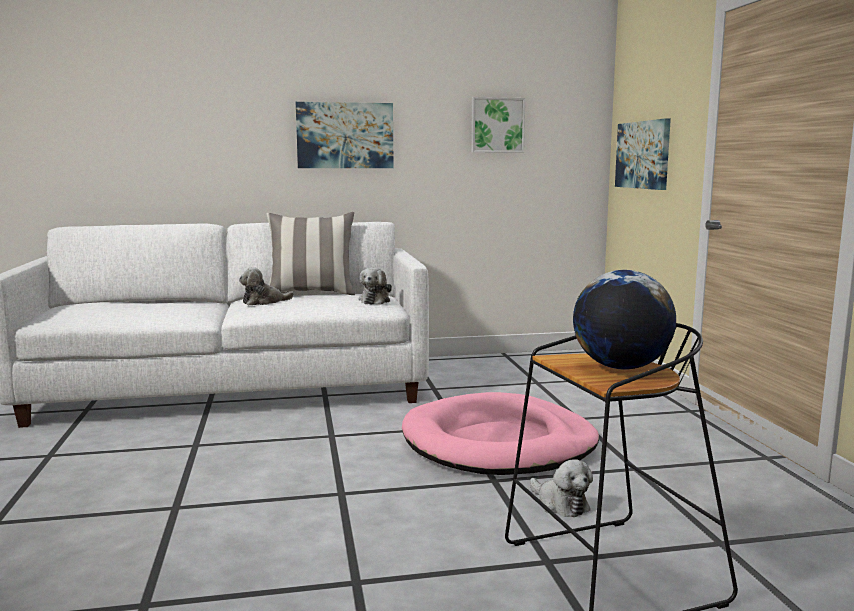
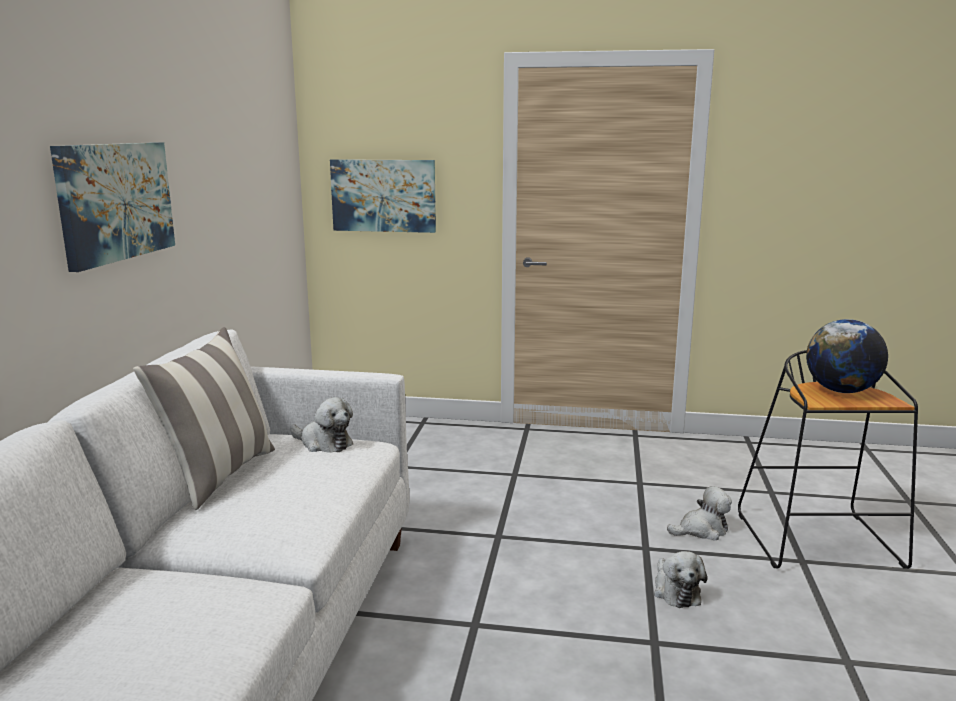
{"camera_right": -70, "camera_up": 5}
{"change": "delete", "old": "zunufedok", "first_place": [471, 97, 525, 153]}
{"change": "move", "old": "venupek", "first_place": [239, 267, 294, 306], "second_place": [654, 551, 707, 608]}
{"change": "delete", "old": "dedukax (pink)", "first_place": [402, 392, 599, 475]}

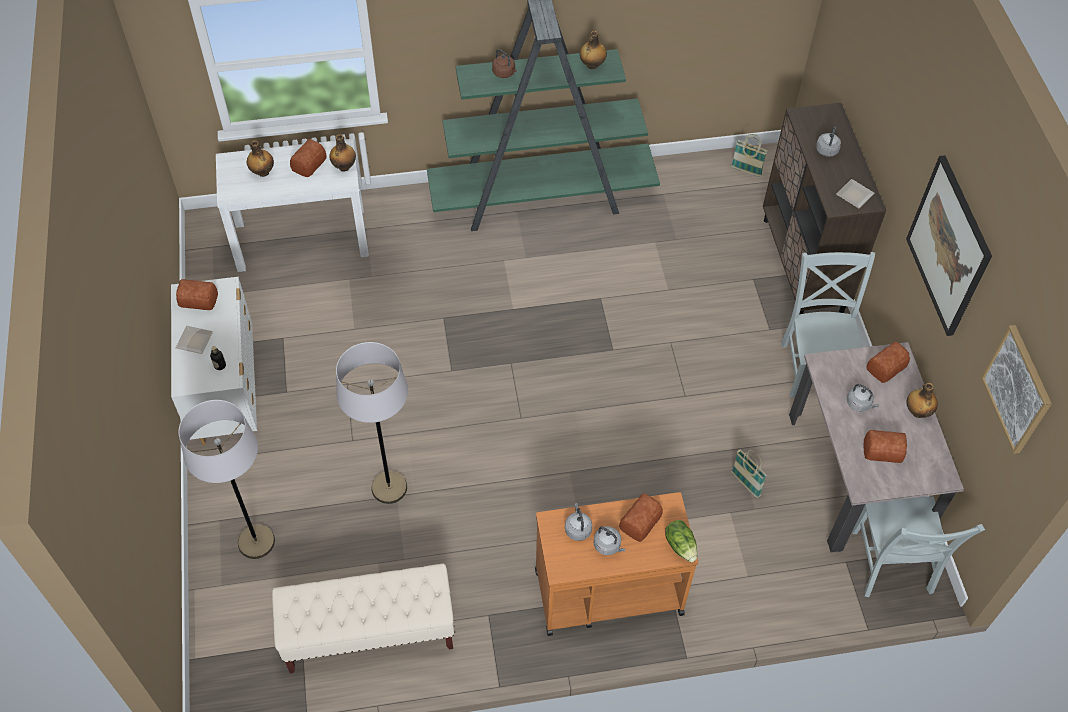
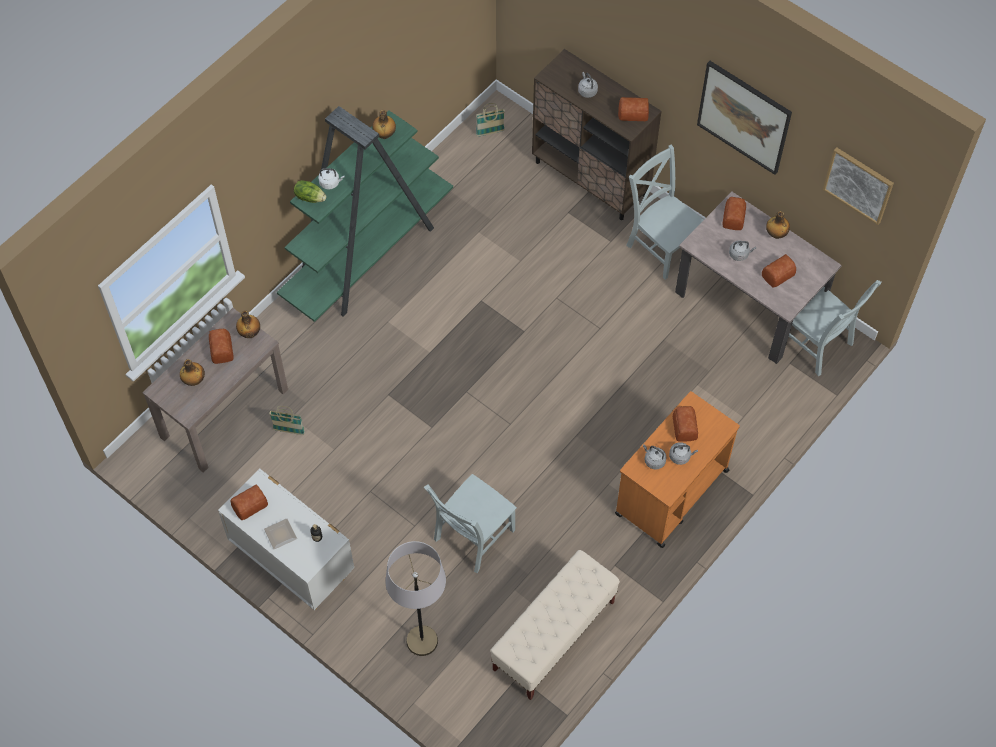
{"camera_right": -40, "camera_up": 5}
{"change": "recolor", "old": "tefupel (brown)", "new": "tefupel (white)", "first_place": [492, 49, 517, 78], "second_place": [318, 168, 345, 189]}
{"change": "recolor", "old": "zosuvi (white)", "new": "zosuvi (brown)", "first_place": [216, 139, 369, 272], "second_place": [142, 308, 288, 473]}
{"change": "replace", "old": "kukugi", "new": "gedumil", "first_place": [836, 179, 875, 209], "second_place": [618, 97, 649, 121]}
{"change": "replace", "old": "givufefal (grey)", "new": "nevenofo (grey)", "first_place": [336, 342, 408, 504], "second_place": [424, 474, 517, 573]}
{"change": "move", "old": "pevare", "first_place": [731, 449, 767, 498], "second_place": [269, 406, 305, 435]}
{"change": "move", "old": "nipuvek", "first_place": [665, 520, 697, 562], "second_place": [294, 180, 326, 203]}

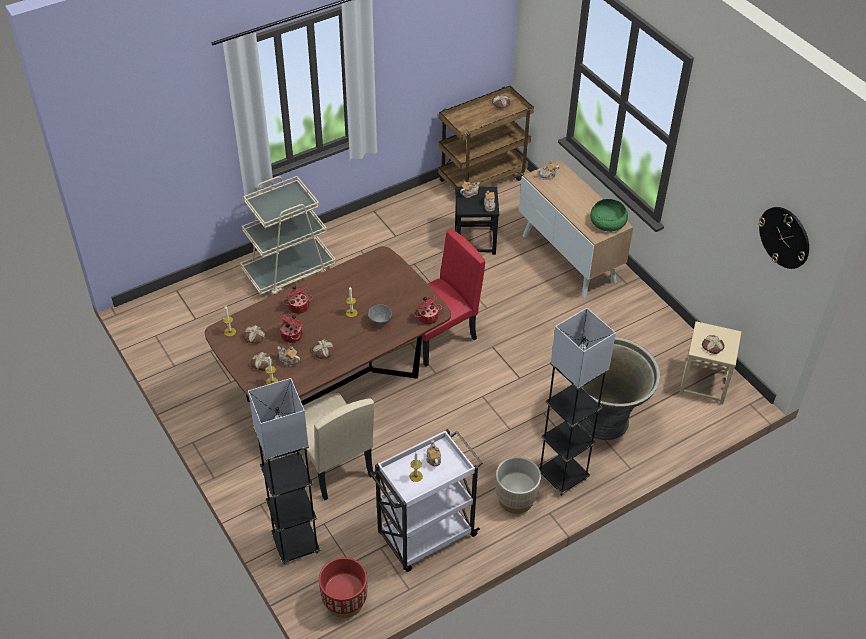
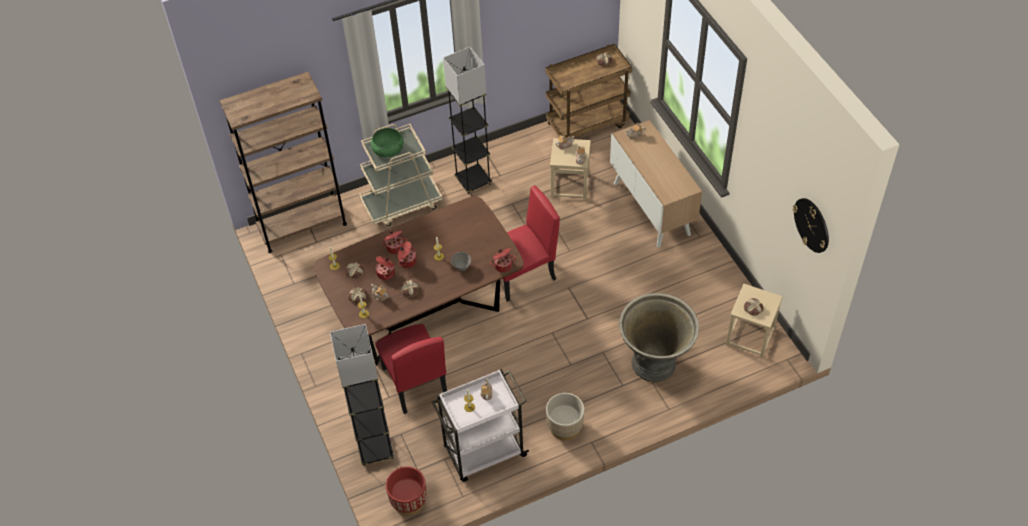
{"camera_right": 10, "camera_up": 5}
{"change": "recolor", "old": "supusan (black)", "new": "supusan (beige)", "first_place": [455, 187, 499, 255], "second_place": [550, 138, 591, 200]}
{"change": "move", "old": "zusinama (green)", "first_place": [590, 199, 628, 232], "second_place": [371, 128, 404, 158]}
{"change": "move", "old": "givufefal (grey)", "first_place": [538, 308, 616, 496], "second_place": [443, 47, 492, 194]}
{"change": "recolor", "old": "nevenofo (beige)", "new": "nevenofo (red)", "first_place": [293, 393, 374, 500], "second_place": [375, 324, 447, 414]}
{"change": "insert", "new": "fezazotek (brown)", "second_place": [219, 72, 347, 253]}
{"change": "insert", "new": "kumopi", "second_place": [398, 242, 417, 268]}

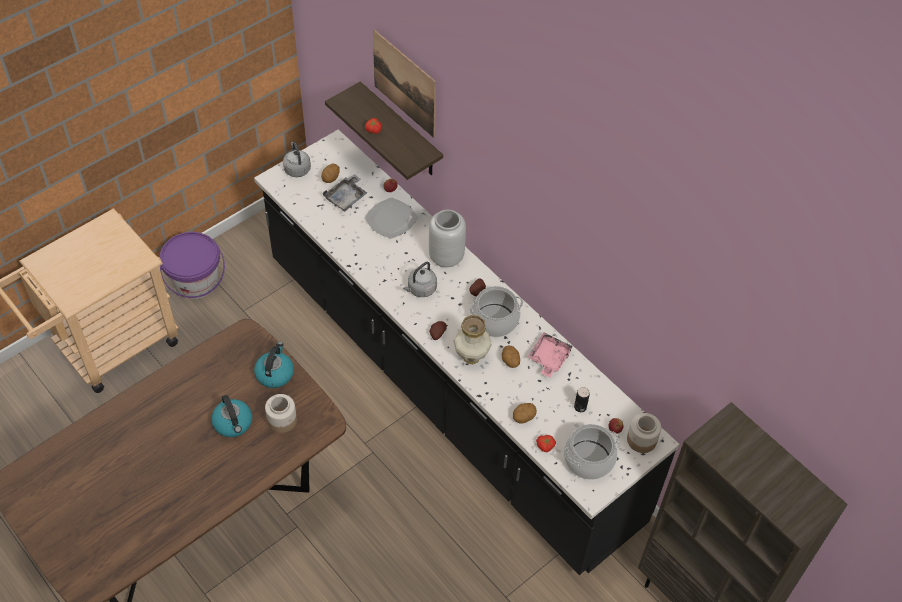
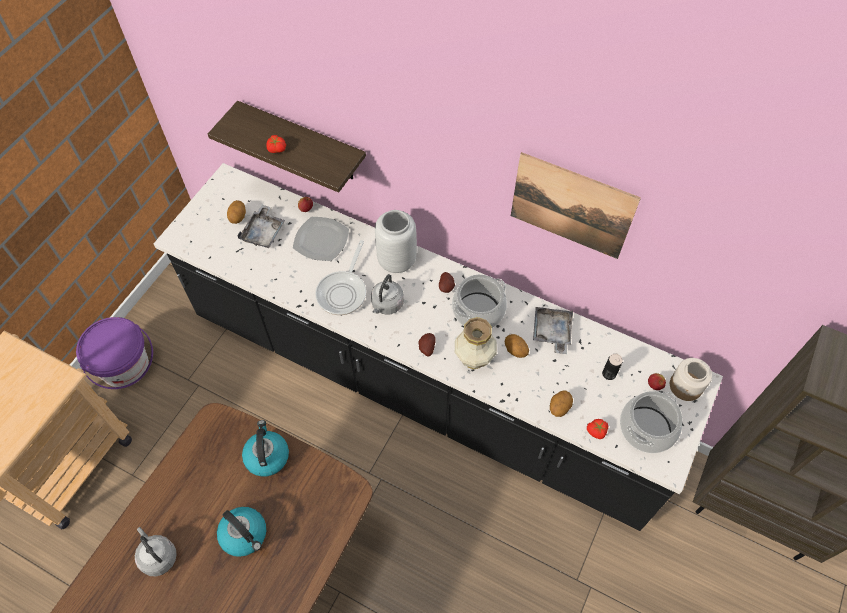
{"camera_right": -20, "camera_up": 5}
{"change": "move", "old": "zunufedok", "first_place": [373, 29, 436, 138], "second_place": [511, 152, 641, 259]}
{"change": "move", "old": "tefupel (grey)", "first_place": [283, 142, 311, 177], "second_place": [135, 527, 177, 576]}
{"change": "recolor", "old": "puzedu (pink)", "new": "puzedu (grey)", "first_place": [527, 333, 573, 377], "second_place": [533, 307, 573, 354]}
{"change": "delete", "old": "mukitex", "first_place": [265, 394, 297, 433]}
{"change": "insert", "new": "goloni", "second_place": [315, 240, 366, 315]}

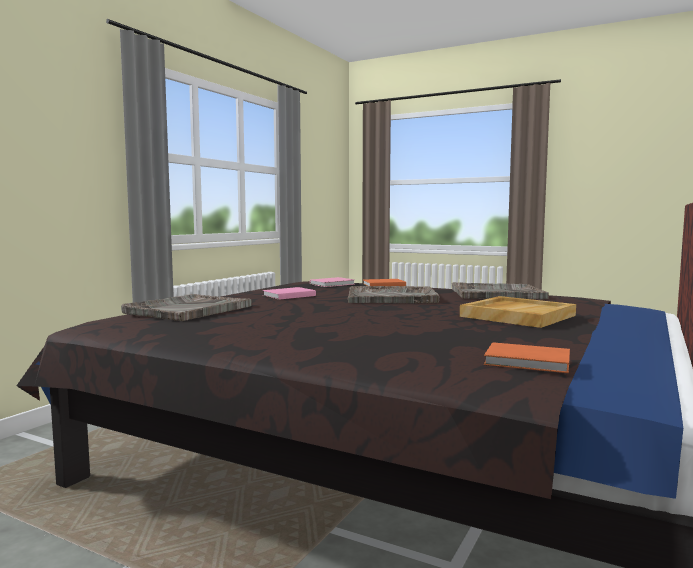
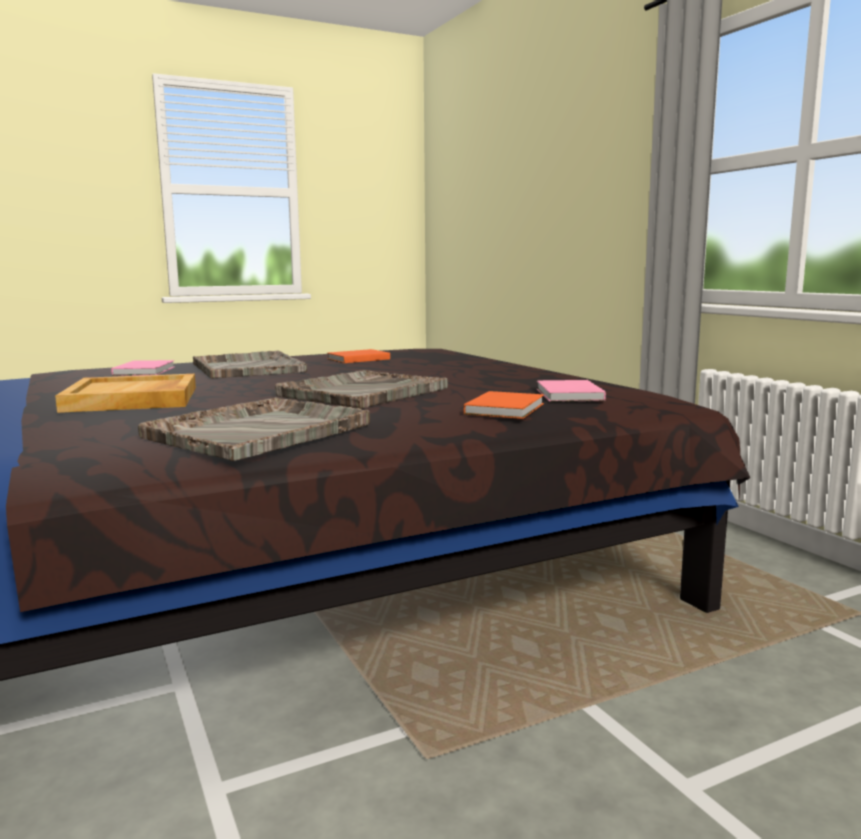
{"camera_right": 125, "camera_up": 5}
{"change": "move", "old": "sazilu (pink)", "first_place": [263, 287, 316, 300], "second_place": [111, 360, 175, 376]}
{"change": "move", "old": "puzedu (grey)", "first_place": [121, 294, 252, 321], "second_place": [193, 350, 307, 379]}
{"change": "move", "old": "sazilu (orange)", "first_place": [484, 342, 570, 373], "second_place": [327, 349, 390, 363]}

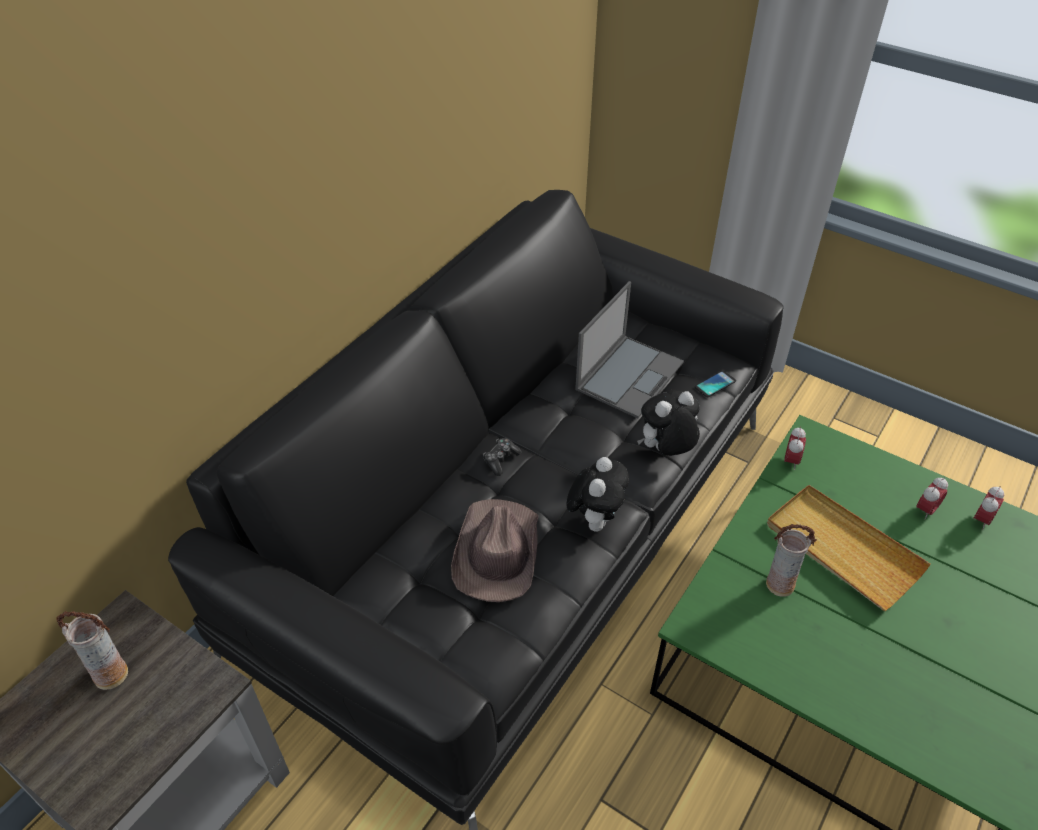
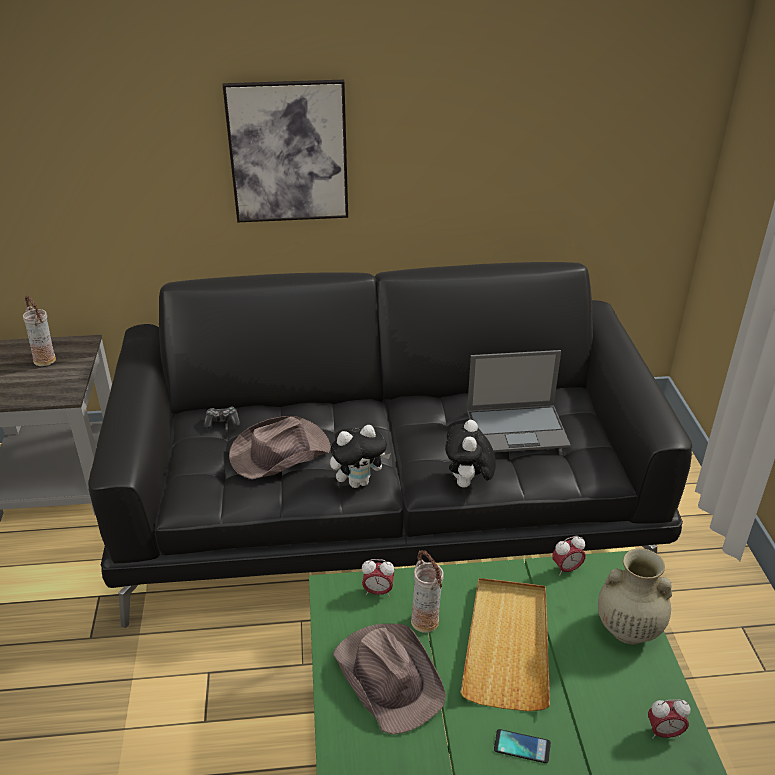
{"camera_right": 50, "camera_up": -10}
{"change": "move", "old": "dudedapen", "first_place": [695, 371, 736, 397], "second_place": [494, 729, 551, 763]}
{"change": "rotate", "old": "venupek", "first_place": [637, 389, 700, 456], "second_place": [445, 420, 496, 488], "degrees": -105}
{"change": "move", "old": "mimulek", "first_place": [483, 438, 522, 476], "second_place": [204, 407, 240, 429]}
{"change": "move", "old": "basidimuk", "first_place": [916, 477, 948, 520], "second_place": [362, 559, 394, 596]}
{"change": "insert", "new": "zunufedok", "second_place": [223, 80, 348, 223]}
{"change": "insert", "new": "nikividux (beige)", "second_place": [598, 548, 672, 645]}
{"change": "insert", "new": "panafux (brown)", "second_place": [333, 624, 446, 735]}

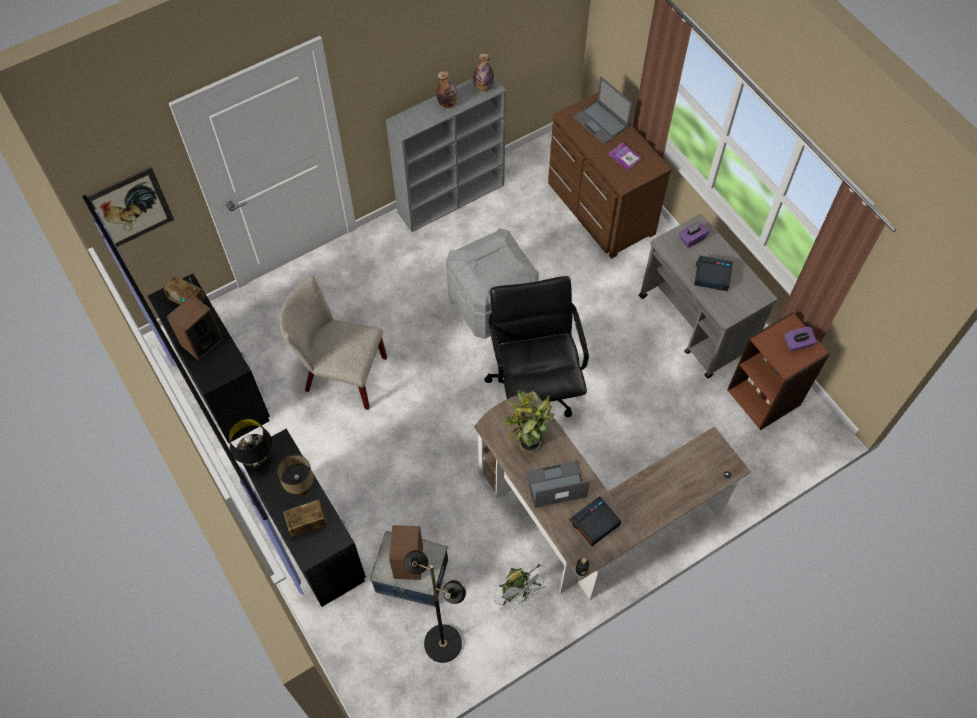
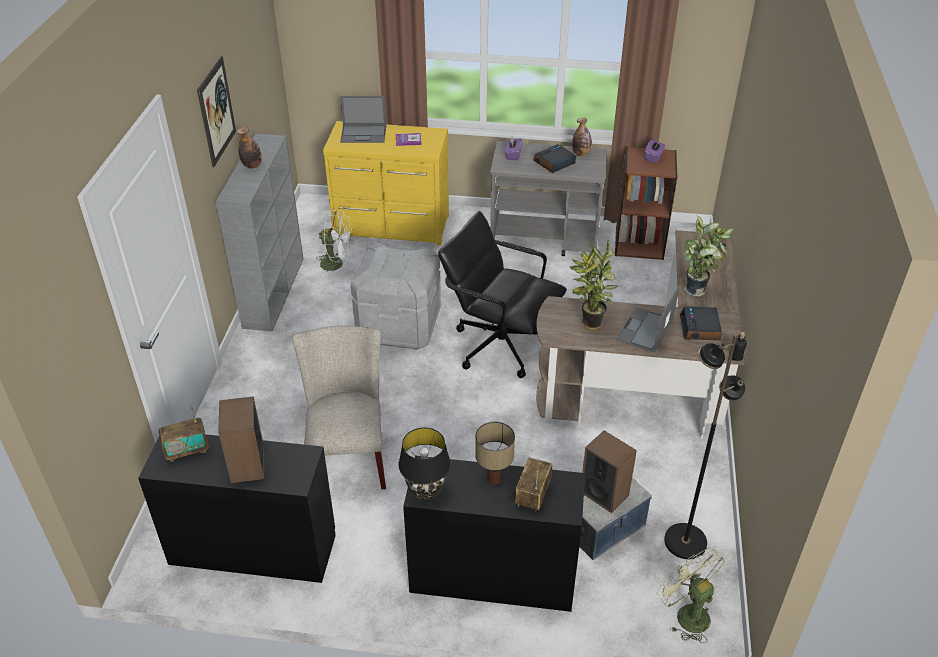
{"camera_right": -50, "camera_up": -20}
{"change": "move", "old": "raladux", "first_place": [473, 53, 494, 91], "second_place": [572, 118, 592, 156]}
{"change": "recolor", "old": "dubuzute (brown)", "new": "dubuzute (yellow)", "first_place": [548, 92, 672, 259], "second_place": [323, 121, 449, 246]}
{"change": "move", "old": "zunufedok", "first_place": [83, 167, 174, 247], "second_place": [197, 56, 236, 167]}
{"change": "rotate", "old": "nevenofo (beige)", "first_place": [280, 275, 387, 410], "second_place": [292, 326, 386, 489], "degrees": 120}
{"change": "move", "old": "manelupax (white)", "first_place": [494, 564, 552, 614], "second_place": [316, 210, 354, 277]}
{"change": "insert", "new": "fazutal", "second_place": [684, 215, 733, 297]}
{"change": "insert", "new": "manelupax (green)", "second_place": [657, 548, 725, 643]}

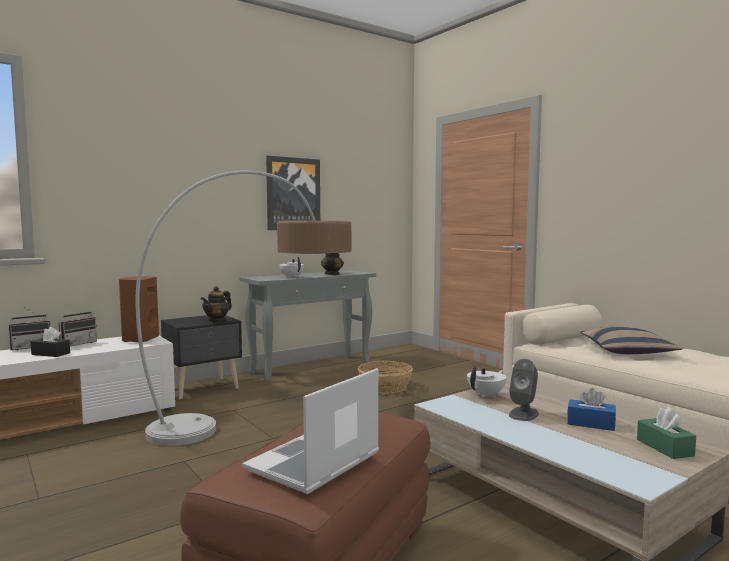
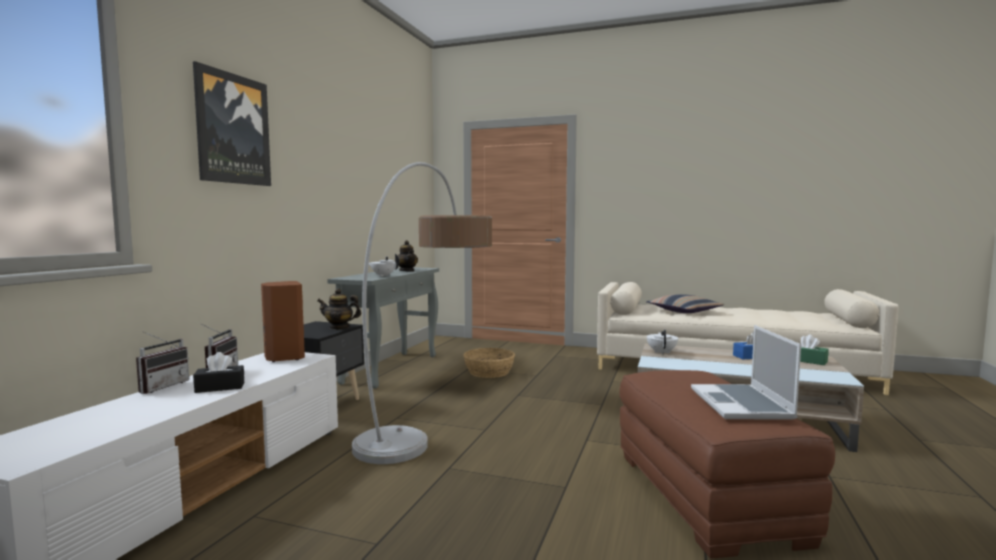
{"camera_right": -35, "camera_up": 0}
{"change": "move", "old": "zunufedok", "first_place": [266, 156, 320, 230], "second_place": [193, 61, 271, 186]}
{"change": "rotate", "old": "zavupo", "first_place": [201, 286, 232, 323], "second_place": [317, 288, 362, 330], "degrees": 90}
{"change": "delete", "old": "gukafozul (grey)", "first_place": [509, 359, 539, 421]}

